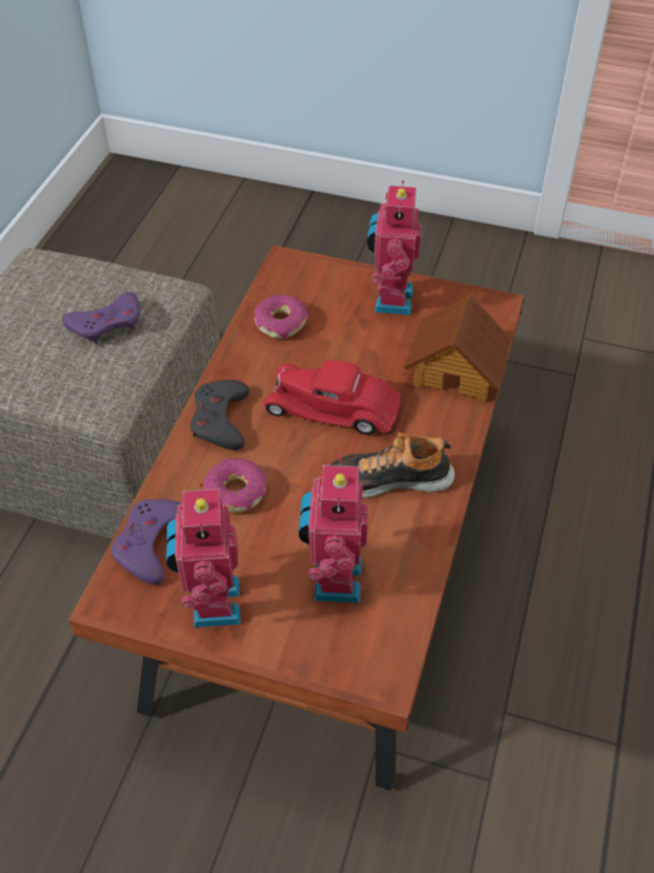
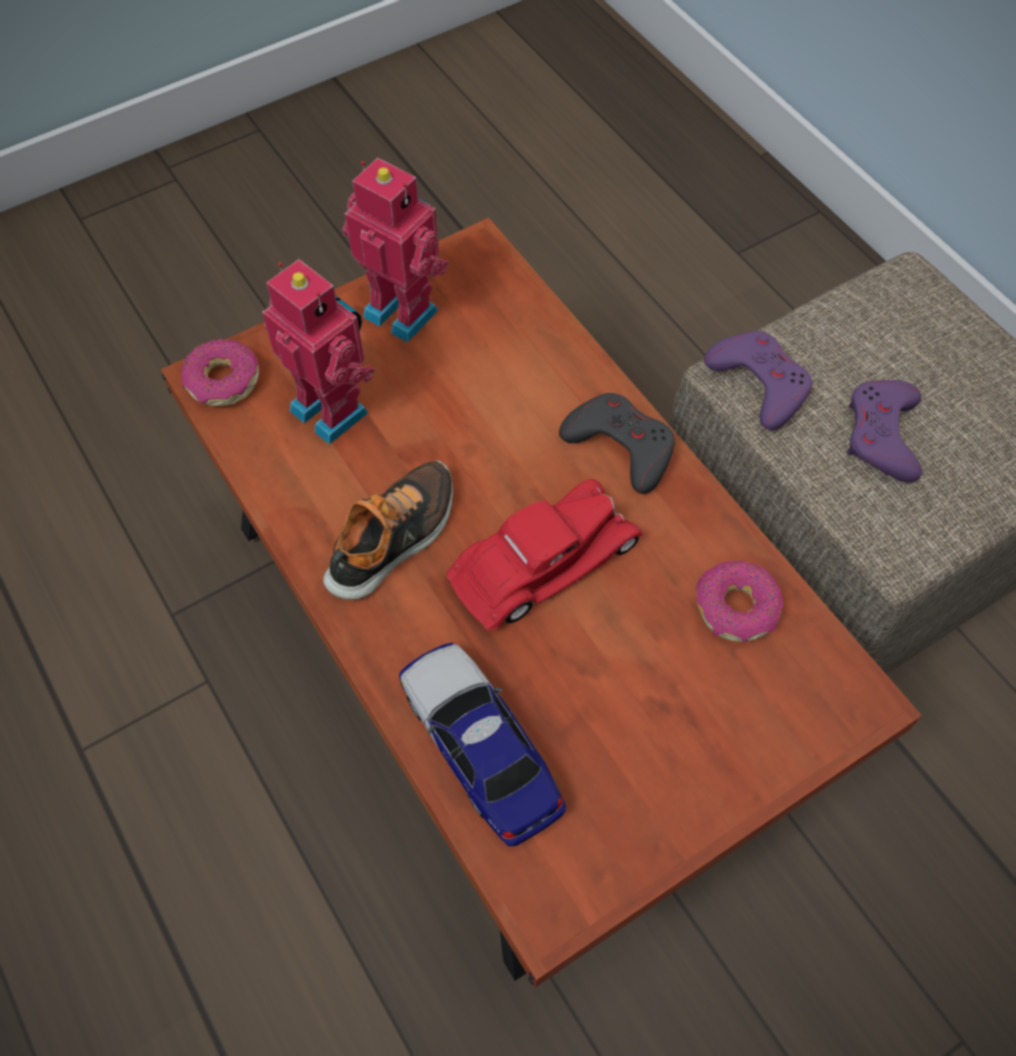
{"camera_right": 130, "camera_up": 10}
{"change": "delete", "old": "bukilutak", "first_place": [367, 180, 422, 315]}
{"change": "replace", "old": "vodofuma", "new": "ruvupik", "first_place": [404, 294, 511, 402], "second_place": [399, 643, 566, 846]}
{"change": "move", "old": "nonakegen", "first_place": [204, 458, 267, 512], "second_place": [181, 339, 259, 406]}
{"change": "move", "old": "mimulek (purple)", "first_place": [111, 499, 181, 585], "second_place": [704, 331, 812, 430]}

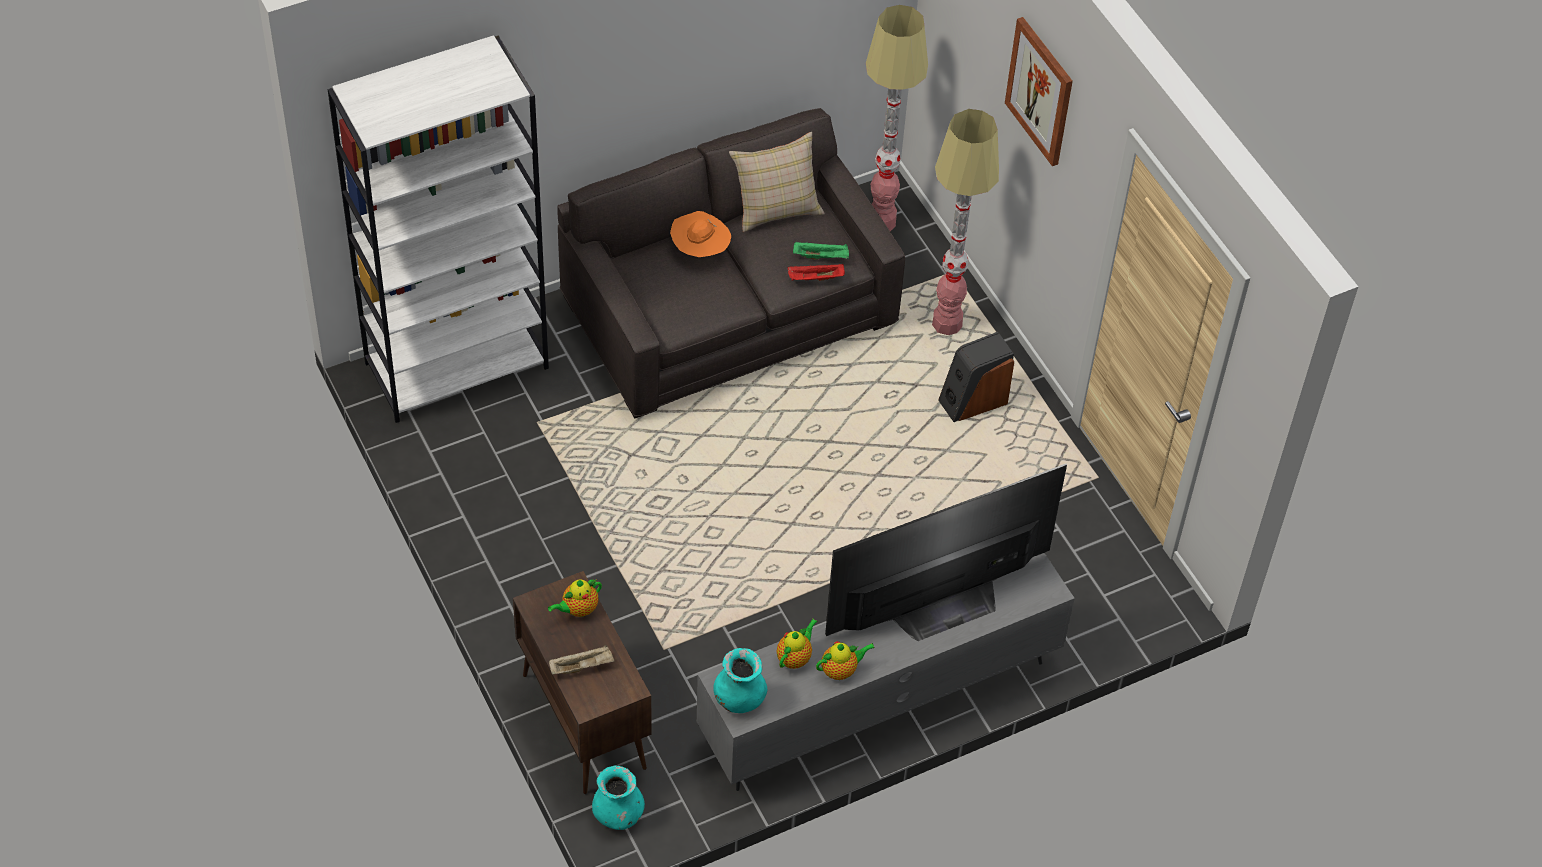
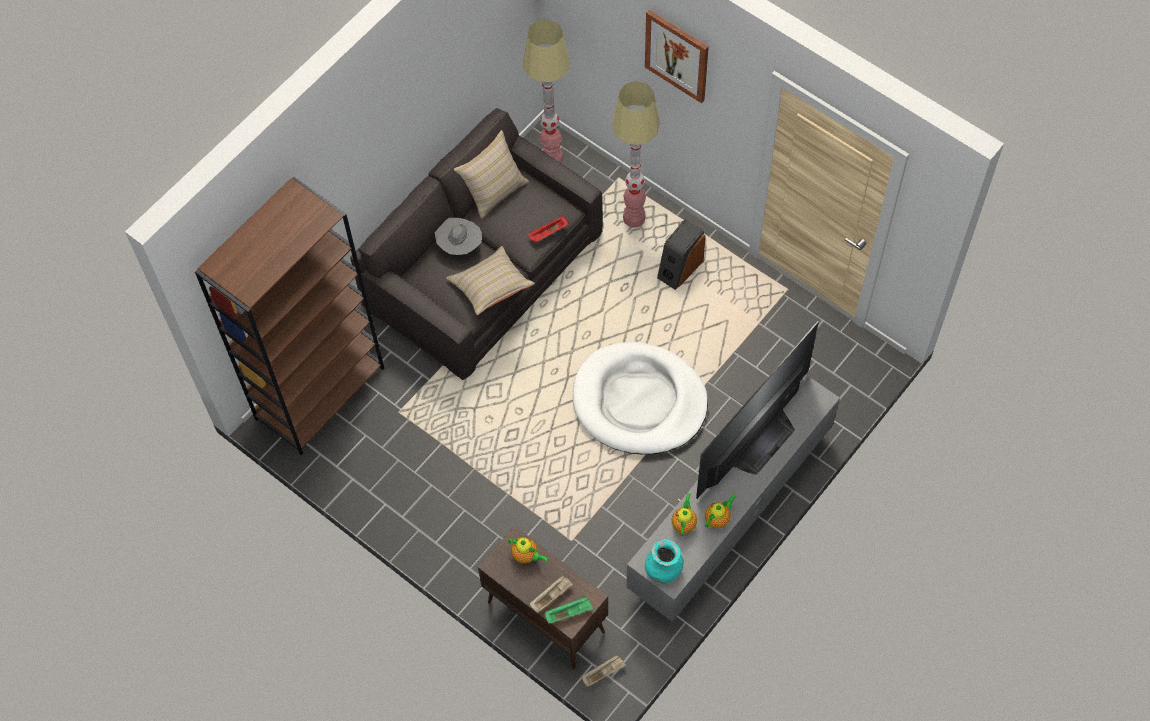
{"camera_right": -20, "camera_up": 10}
{"change": "recolor", "old": "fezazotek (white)", "new": "fezazotek (brown)", "first_place": [328, 35, 549, 423], "second_place": [195, 177, 384, 455]}
{"change": "recolor", "old": "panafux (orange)", "new": "panafux (grey)", "first_place": [670, 211, 731, 257], "second_place": [435, 218, 482, 255]}
{"change": "move", "old": "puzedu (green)", "first_place": [793, 241, 849, 260], "second_place": [545, 596, 593, 624]}
{"change": "rotate", "old": "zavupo", "first_place": [548, 579, 602, 617], "second_place": [508, 537, 548, 563], "degrees": -90}
{"change": "replace", "old": "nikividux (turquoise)", "new": "puzedu (beige)", "first_place": [592, 765, 645, 830], "second_place": [582, 655, 626, 687]}
{"change": "insert", "new": "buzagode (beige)", "second_place": [446, 246, 535, 315]}
{"change": "insert", "new": "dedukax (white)", "second_place": [573, 342, 708, 455]}

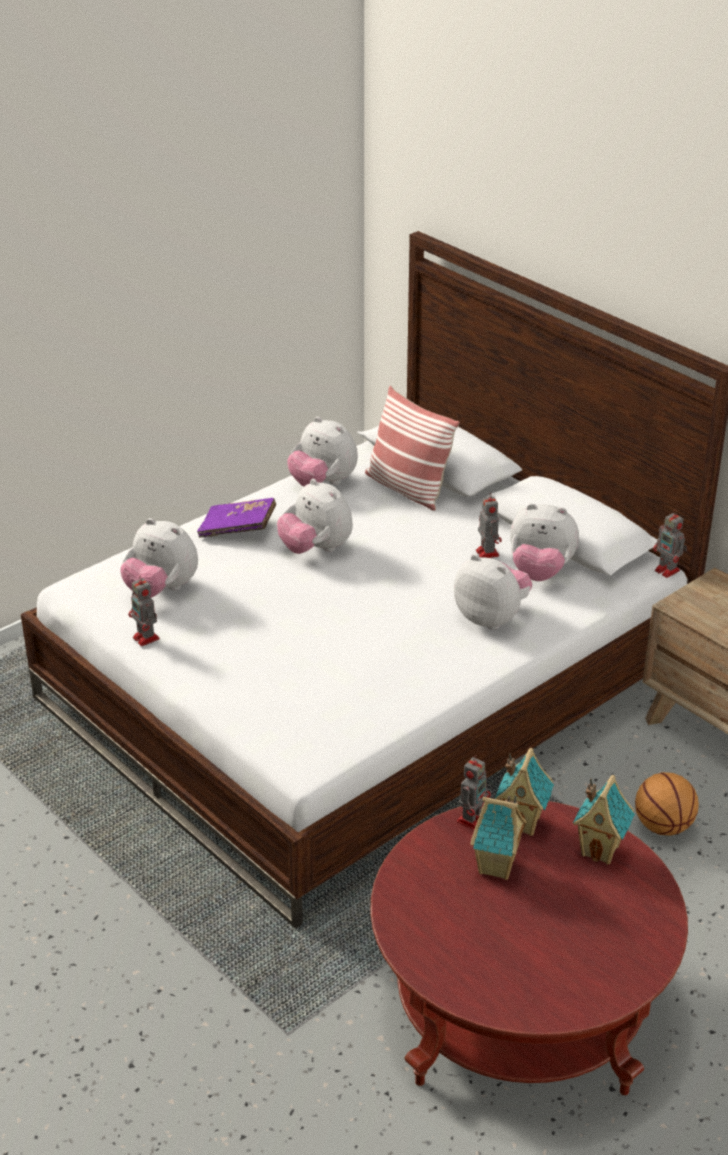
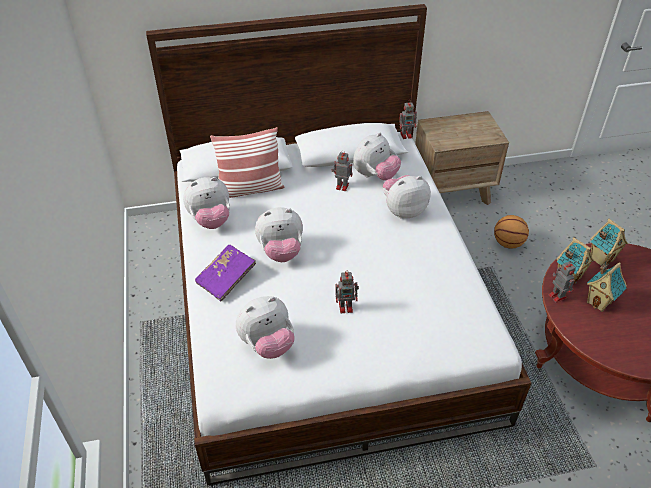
{"camera_right": -60, "camera_up": 10}
{"change": "move", "old": "bukilutak", "first_place": [128, 575, 160, 646], "second_place": [335, 271, 359, 313]}

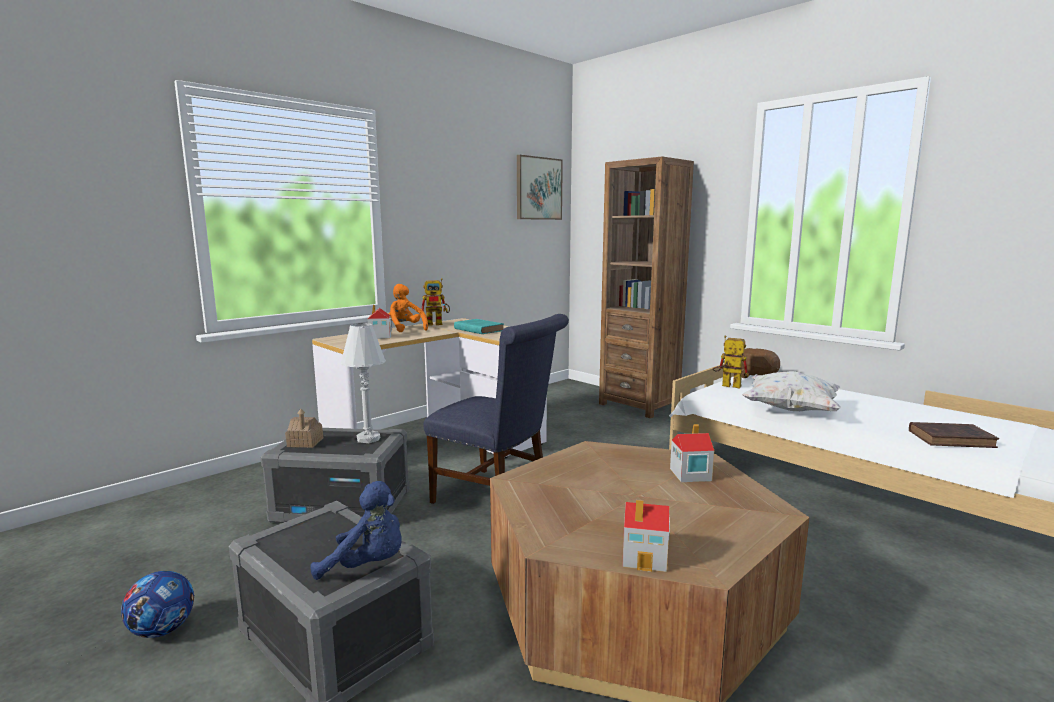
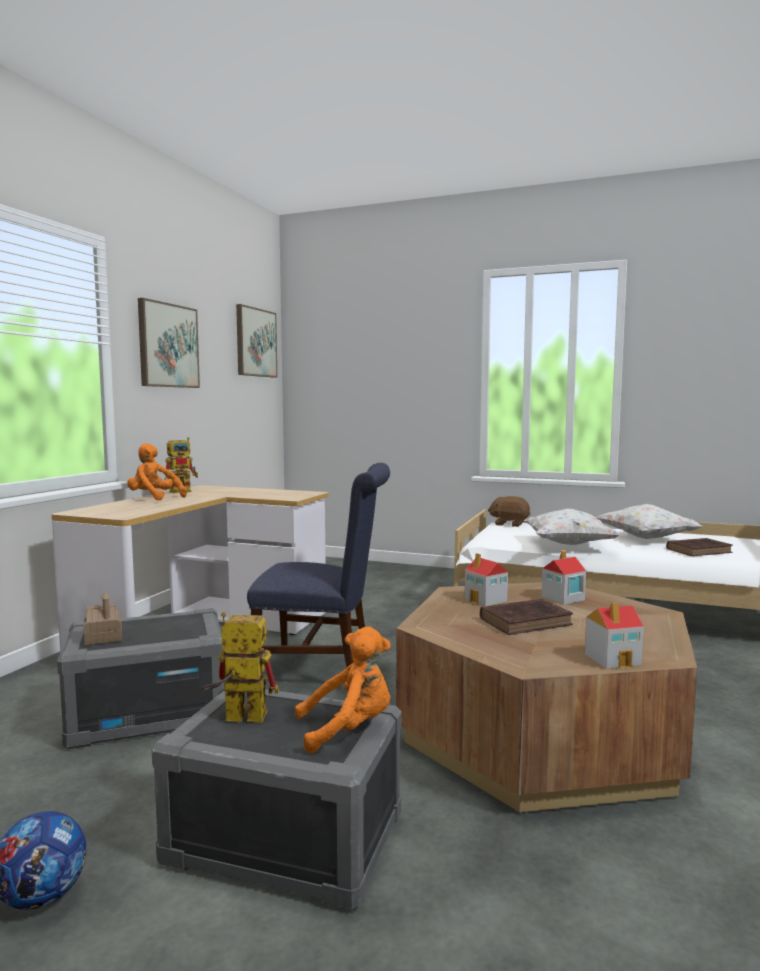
{"camera_right": -25, "camera_up": -5}
{"change": "delete", "old": "fezazotek (brown)", "first_place": [599, 156, 694, 418]}
{"change": "move", "old": "vodofuma", "first_place": [368, 304, 392, 339], "second_place": [465, 553, 508, 606]}
{"change": "delete", "old": "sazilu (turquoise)", "first_place": [454, 319, 504, 334]}
{"change": "delete", "old": "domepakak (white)", "first_place": [341, 323, 386, 443]}
{"change": "move", "old": "bukilutak", "first_place": [712, 335, 749, 389], "second_place": [201, 612, 279, 723]}
{"change": "recolor", "old": "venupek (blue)", "new": "venupek (orange)", "first_place": [311, 481, 402, 580], "second_place": [295, 627, 391, 753]}
{"change": "insert", "new": "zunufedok", "second_place": [138, 298, 200, 388]}
{"change": "insert", "new": "buzagode (white)", "second_place": [595, 504, 703, 539]}
{"change": "insert", "new": "sazilu (brown)", "second_place": [480, 599, 573, 635]}

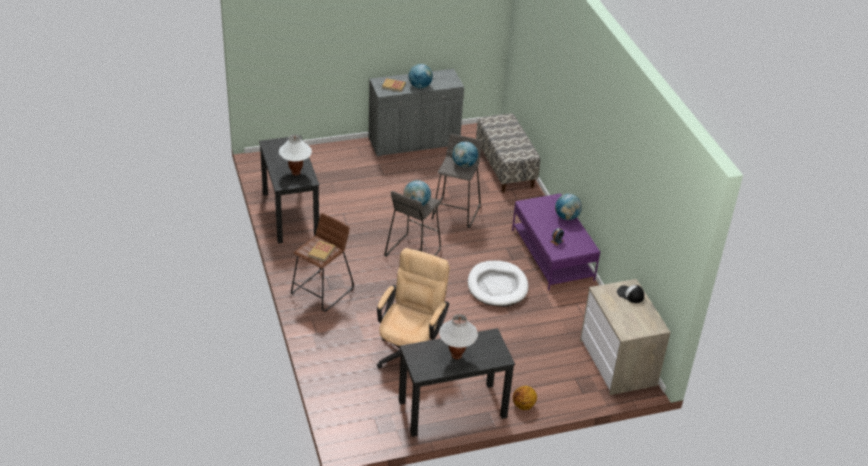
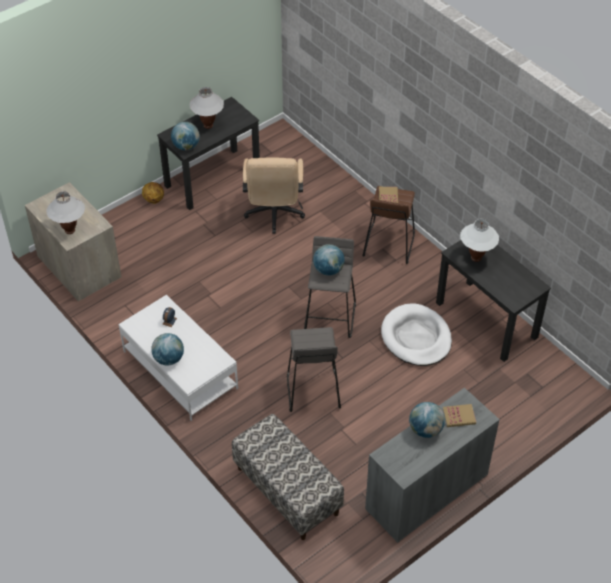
{"camera_right": 160, "camera_up": 10}
{"change": "move", "old": "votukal", "first_place": [452, 141, 478, 167], "second_place": [171, 122, 200, 150]}
{"change": "recolor", "old": "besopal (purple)", "new": "besopal (white)", "first_place": [512, 193, 600, 290], "second_place": [118, 295, 238, 421]}
{"change": "move", "old": "dedukax (white)", "first_place": [468, 261, 528, 307], "second_place": [381, 304, 452, 366]}
{"change": "replace", "old": "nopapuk", "new": "domepakak (white)", "first_place": [617, 285, 644, 303], "second_place": [46, 191, 85, 234]}

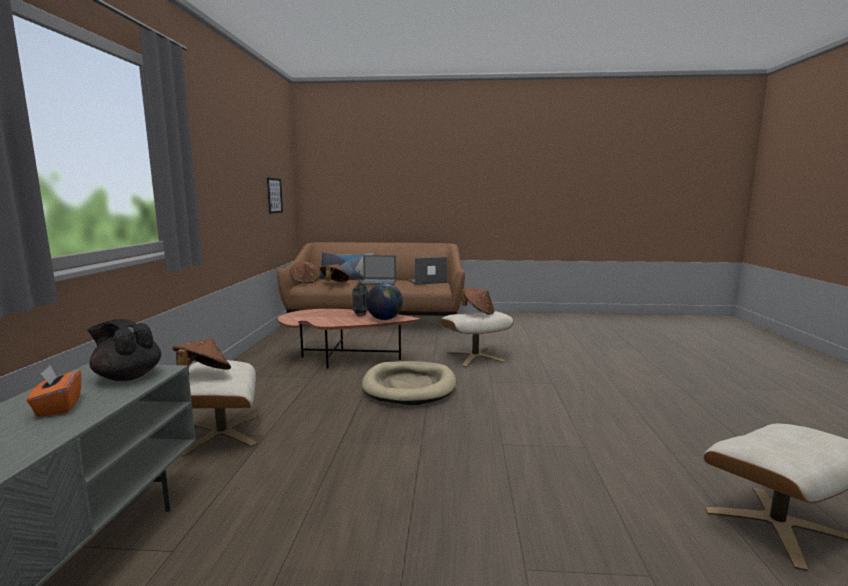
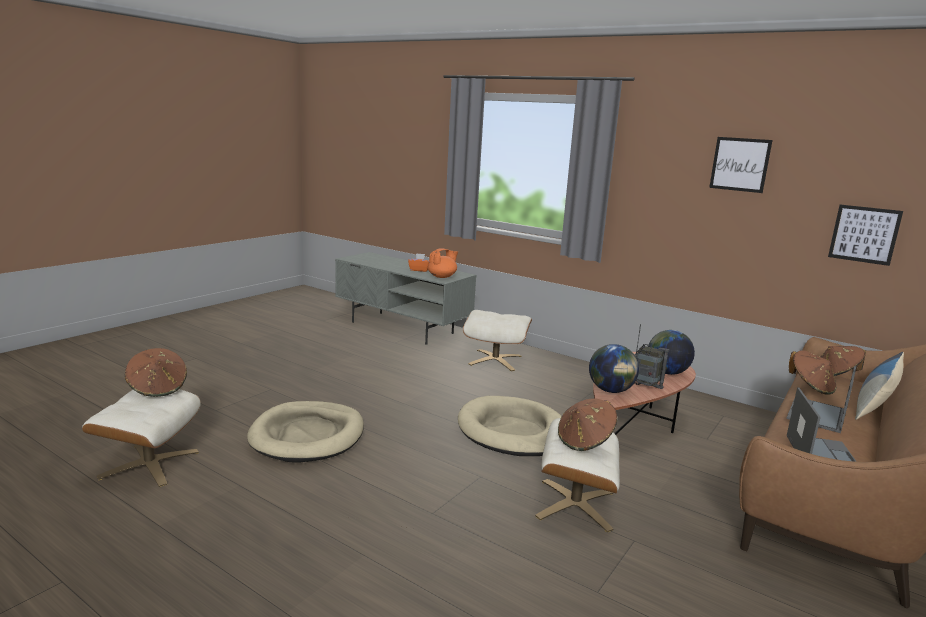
{"camera_right": 120, "camera_up": 5}
{"change": "recolor", "old": "zavupo (black)", "new": "zavupo (orange)", "first_place": [87, 319, 162, 381], "second_place": [428, 248, 458, 278]}
{"change": "move", "old": "panafux (brown)", "first_place": [172, 338, 231, 373], "second_place": [125, 348, 187, 397]}
{"change": "insert", "new": "zunufedok", "second_place": [709, 137, 773, 193]}
{"change": "insert", "new": "votukal", "second_place": [648, 330, 695, 375]}
{"change": "insert", "new": "dedukax (beige)", "second_place": [247, 401, 364, 463]}

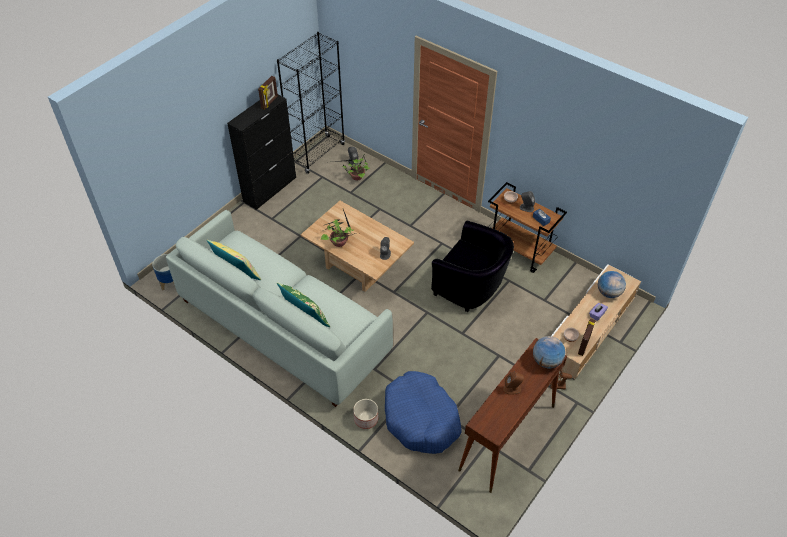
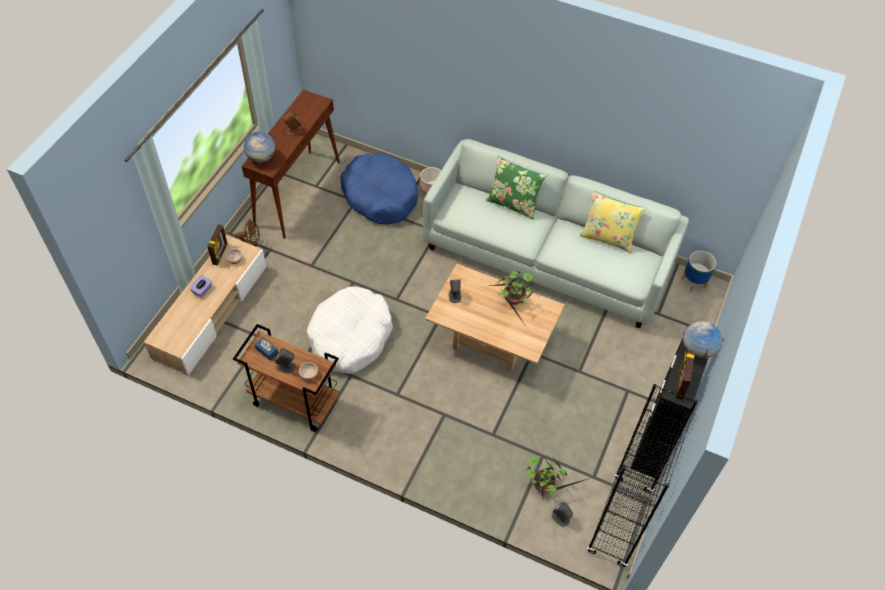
{"camera_right": 165, "camera_up": 5}
{"change": "replace", "old": "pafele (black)", "new": "dedukax (white)", "first_place": [431, 221, 514, 312], "second_place": [307, 286, 393, 374]}
{"change": "move", "old": "votukal", "first_place": [598, 271, 626, 298], "second_place": [683, 321, 722, 359]}

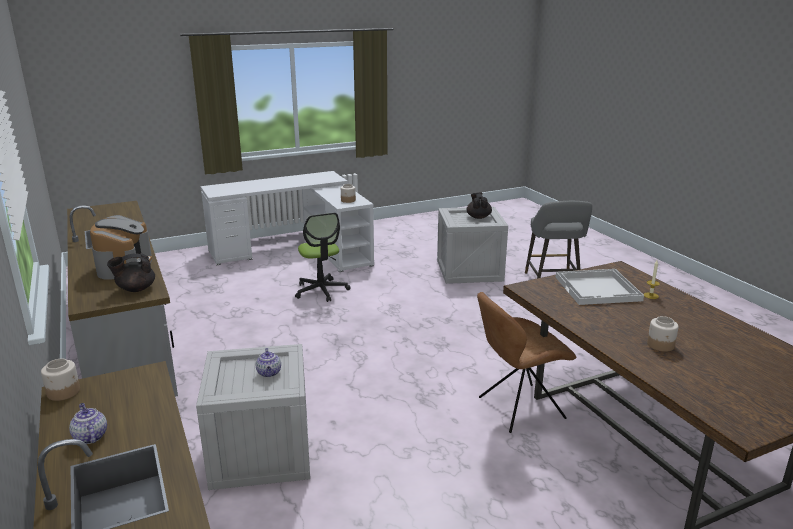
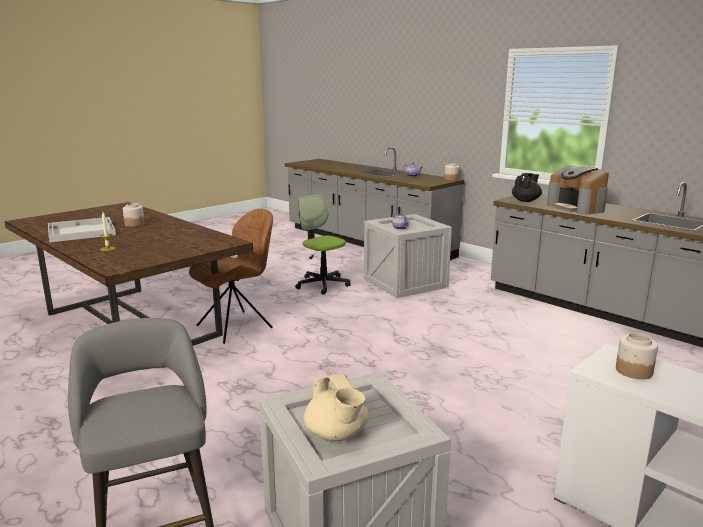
{"camera_right": 160, "camera_up": -5}
{"change": "recolor", "old": "zavupo (black)", "new": "zavupo (beige)", "first_place": [466, 193, 492, 219], "second_place": [304, 374, 369, 441]}
{"change": "move", "old": "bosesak", "first_place": [295, 213, 351, 302], "second_place": [295, 194, 351, 295]}
{"change": "move", "old": "puzedu (white)", "first_place": [556, 269, 644, 305], "second_place": [48, 217, 116, 242]}

